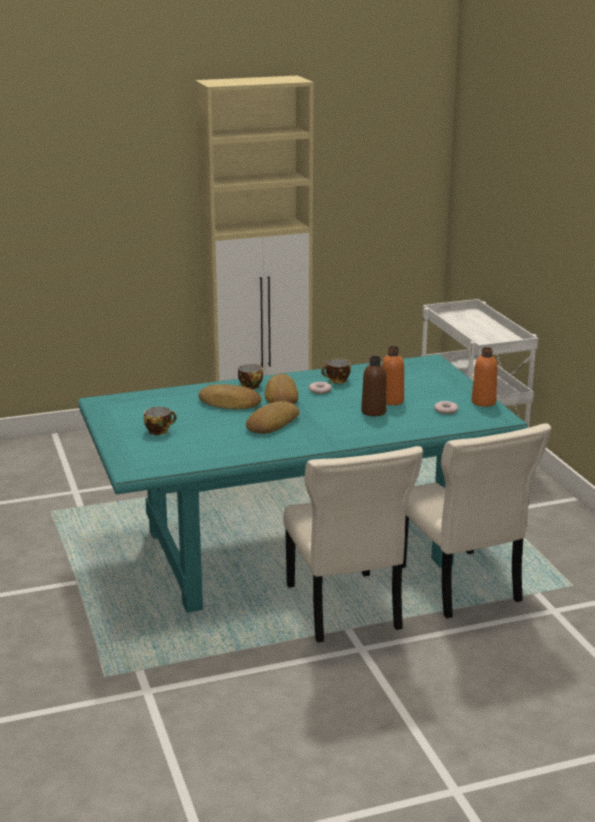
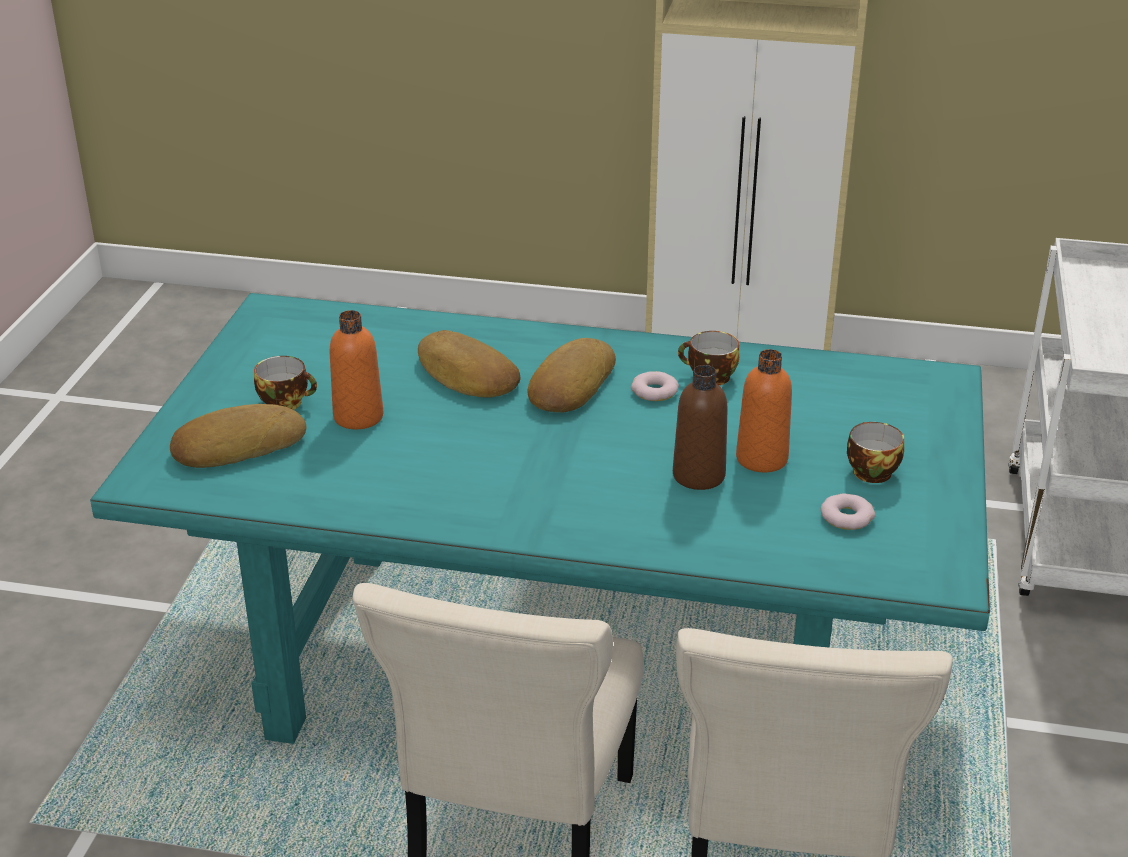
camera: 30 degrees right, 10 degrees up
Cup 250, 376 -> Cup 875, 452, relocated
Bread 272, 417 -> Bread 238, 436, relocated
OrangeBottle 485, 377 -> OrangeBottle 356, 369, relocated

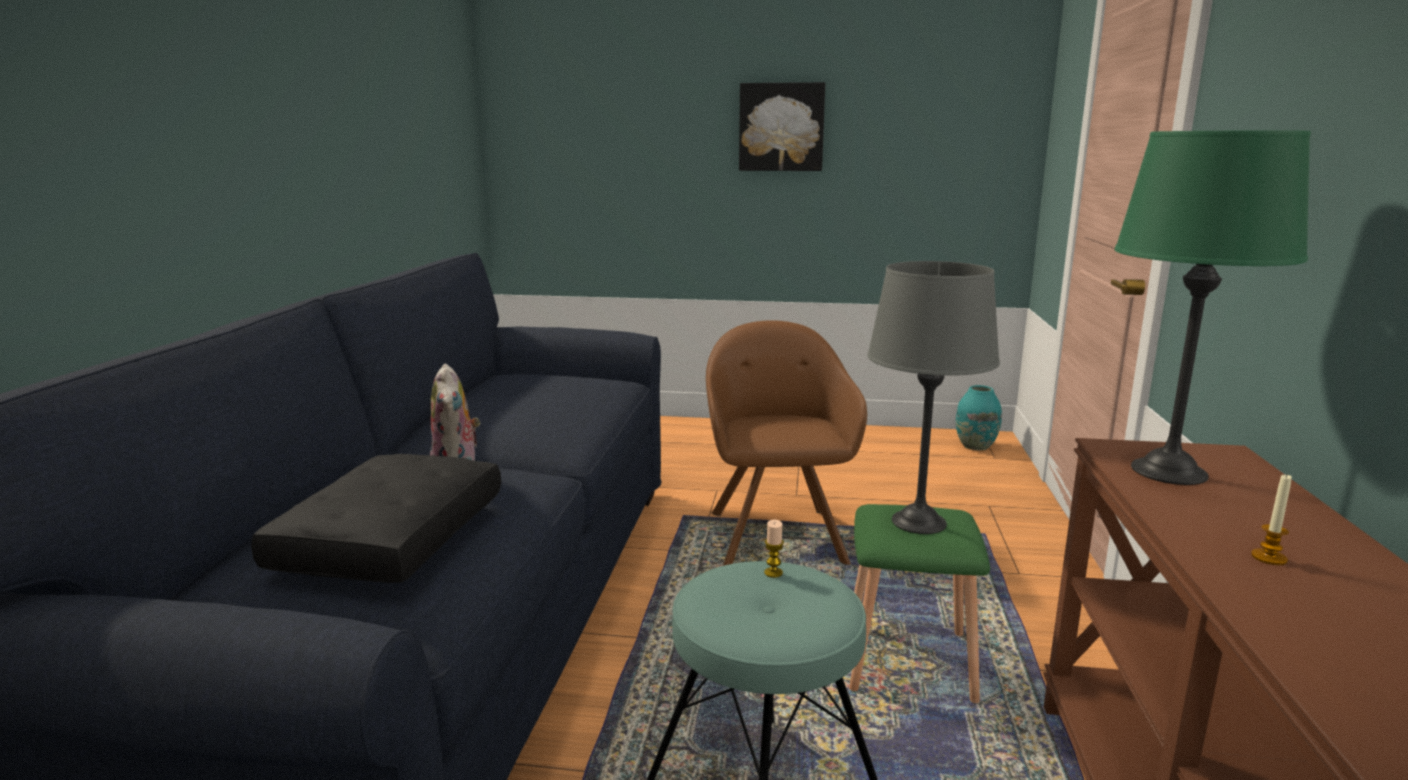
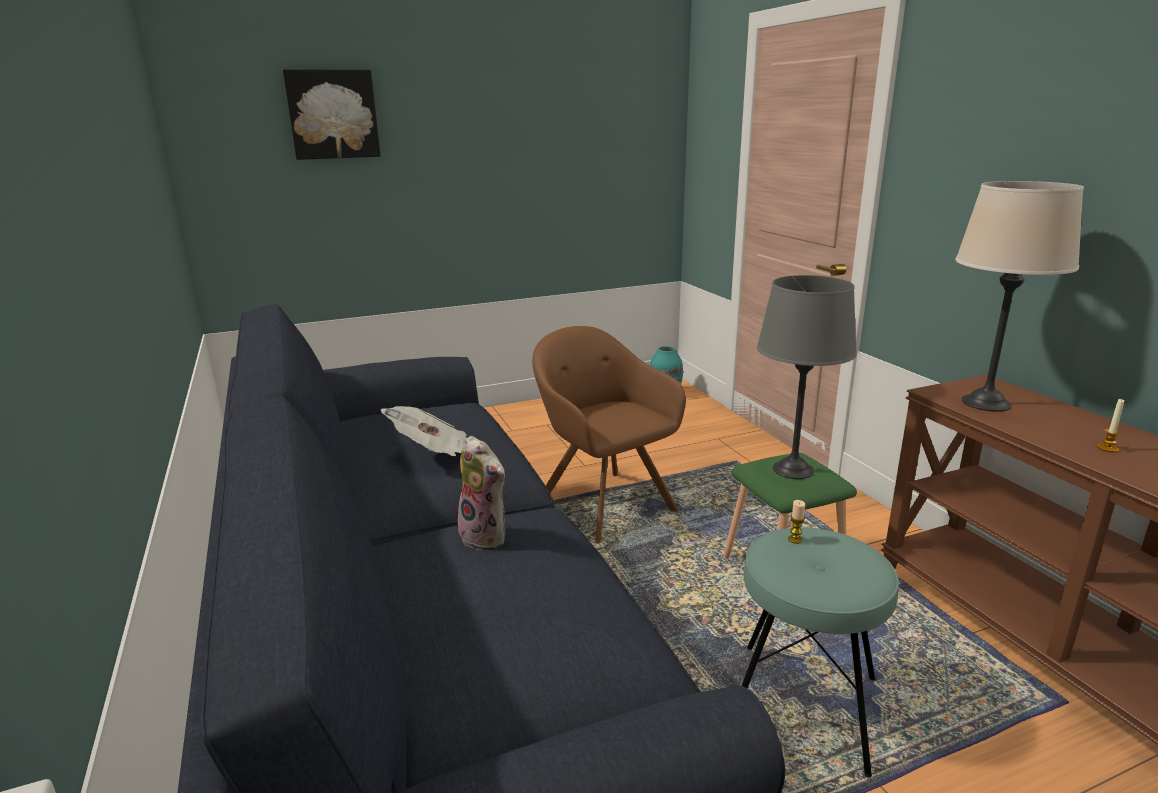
camera: 30 degrees left, 5 degrees up
BlackPillow 376, 518 -> none
none -> Newspaper 424, 431
Picture 782, 126 -> Picture 332, 114, relocated
GreenTableLamp 1212, 307 -> BeigeTableLamp 1019, 296

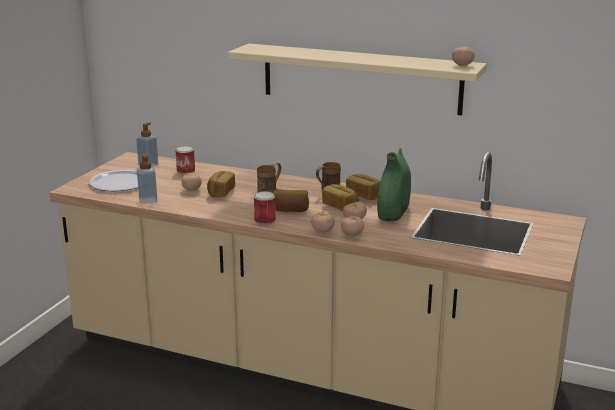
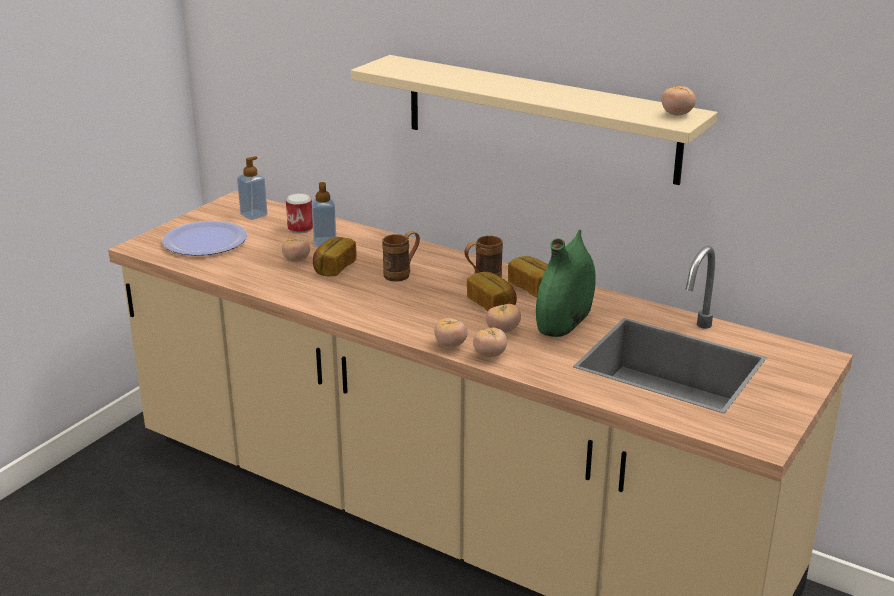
camera: 10 degrees right, 5 degrees up
Can 265, 208 -> none
Bread 291, 200 -> none
SoapDispenser 147, 179 -> SoapDispenser 324, 214, relocated

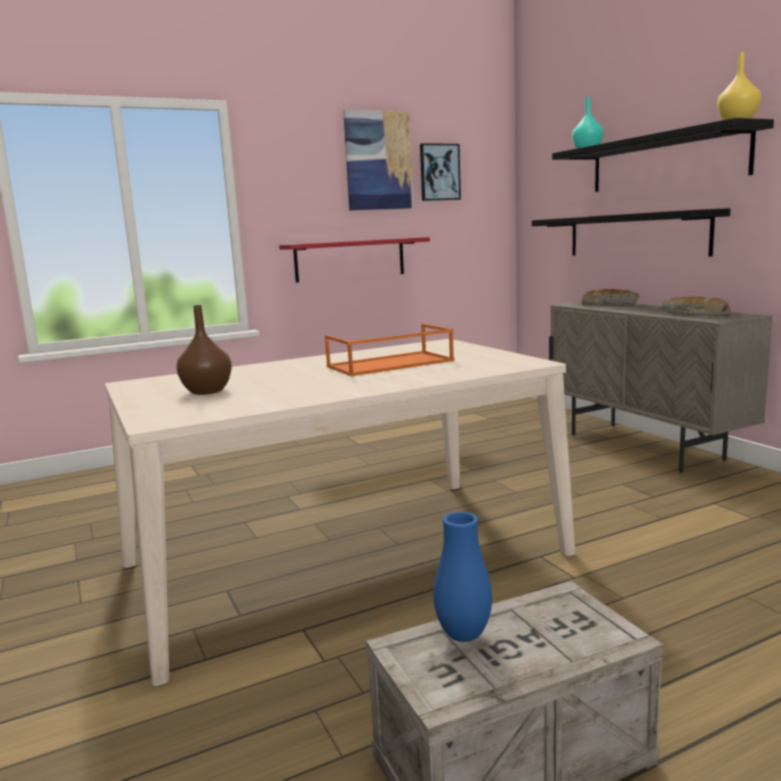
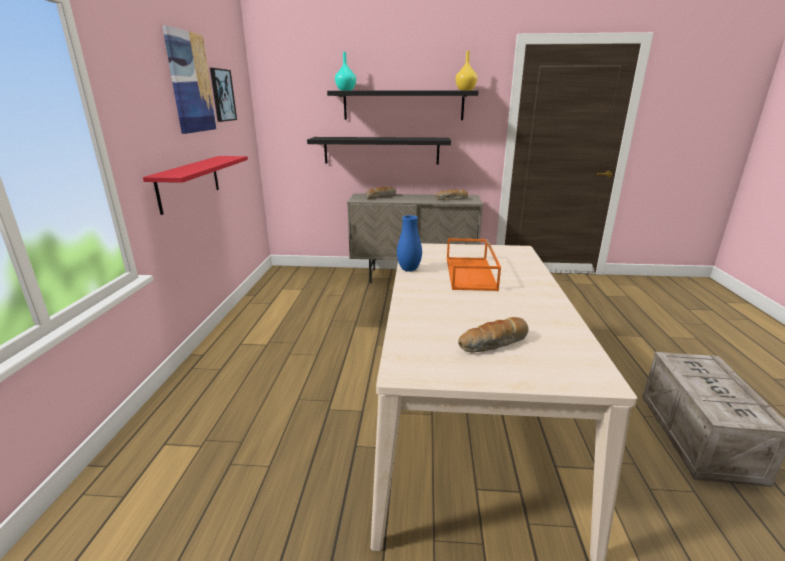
camera: 60 degrees left, 10 degrees up
BlueVase 462, 577 -> BlueVase 409, 243, relocated
BrownVase 204, 350 -> Bread 493, 335

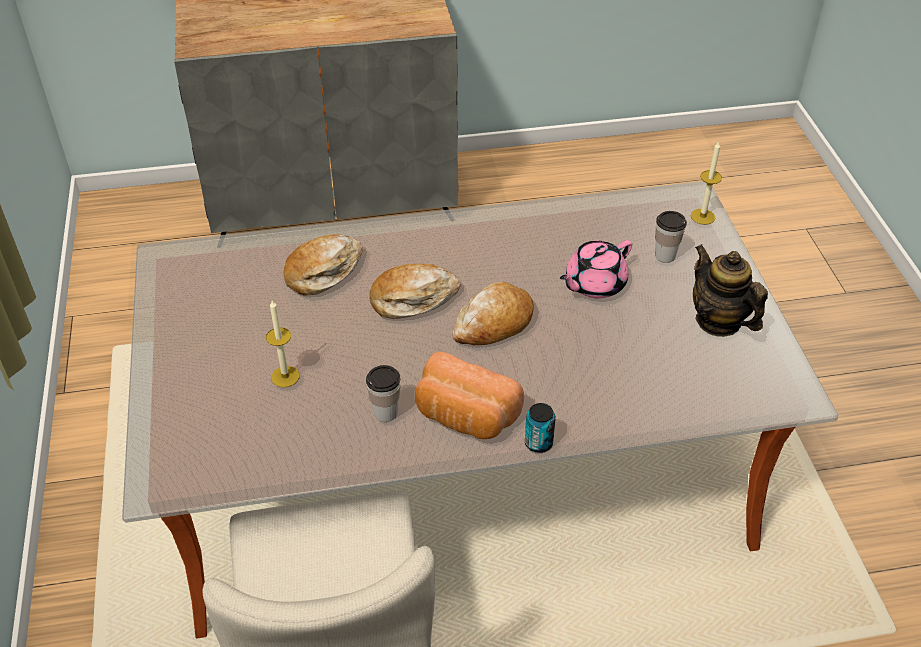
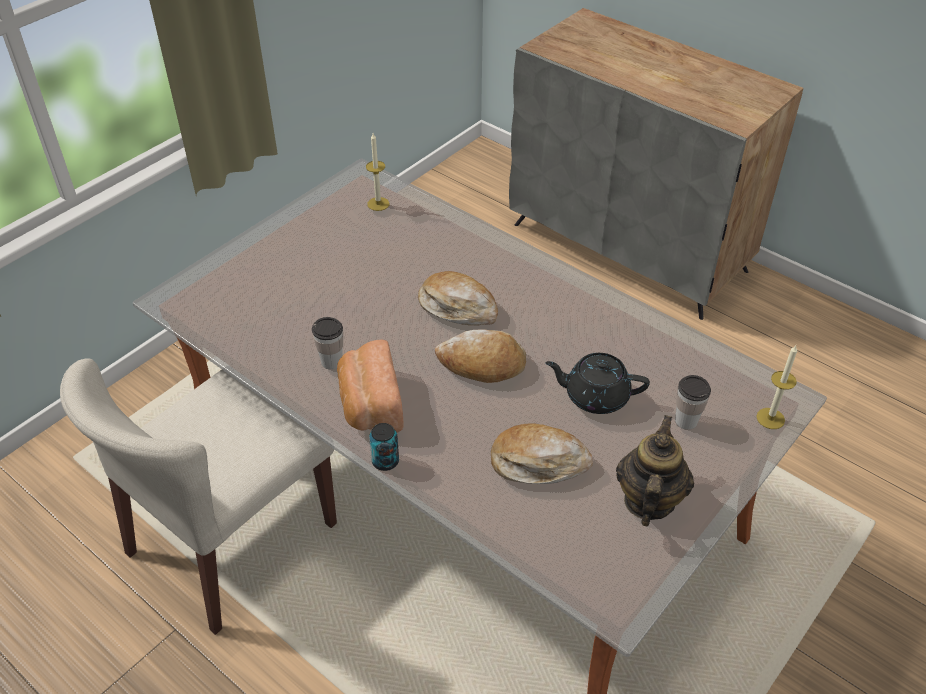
camera: 50 degrees right, 0 degrees up
Candle 283, 343 -> Candle 377, 172, relocated
Bread 323, 265 -> Bread 542, 453, relocated
PinkTeapot 596, 269 -> BlackTeapot 597, 383

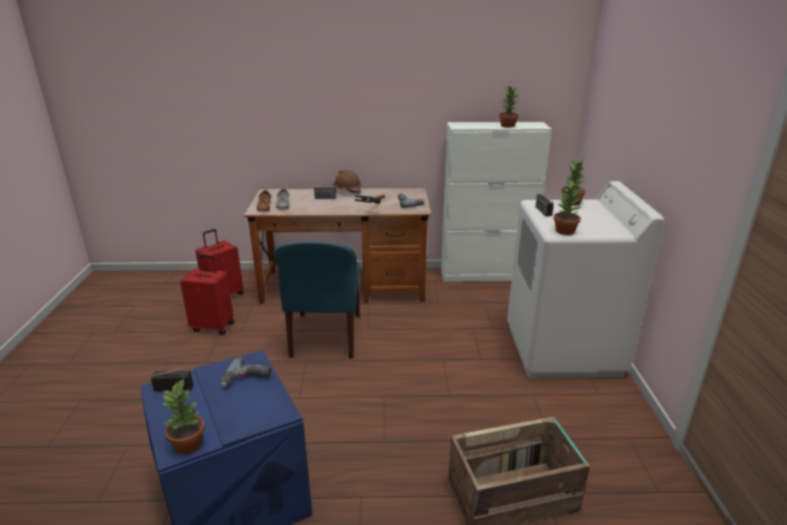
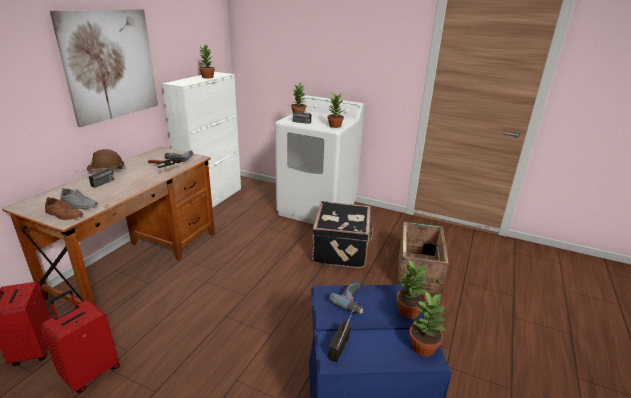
camera: 65 degrees left, 0 degrees up
BlueChair 317, 300 -> none
none -> Picture 104, 68
none -> BlackSuitcase 342, 234
none -> PottedPlant 411, 289

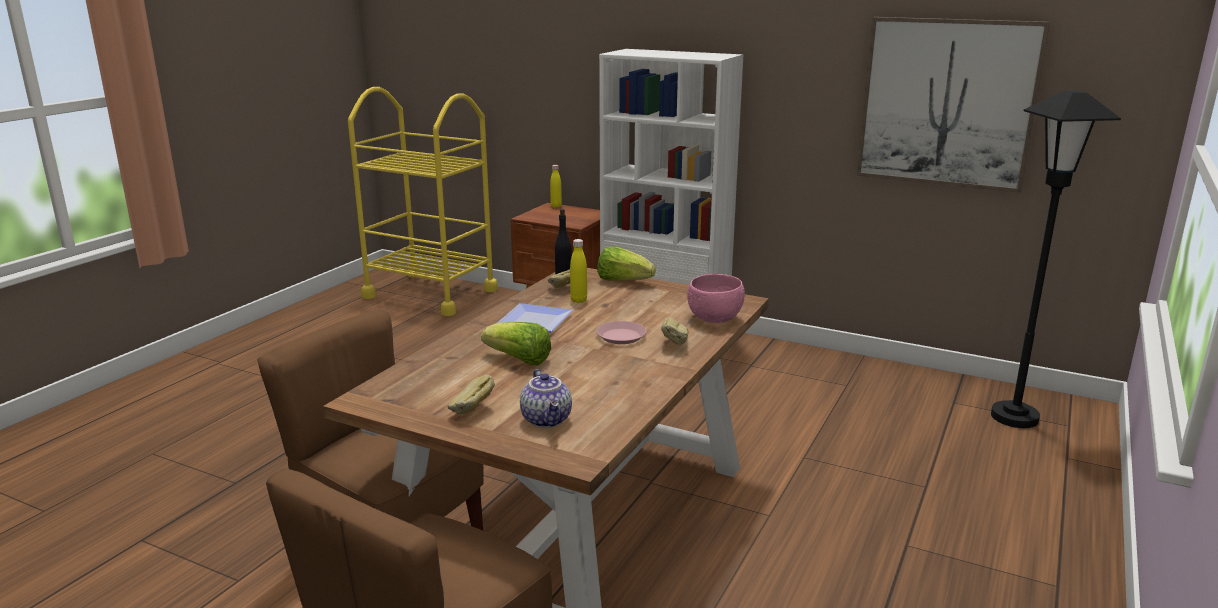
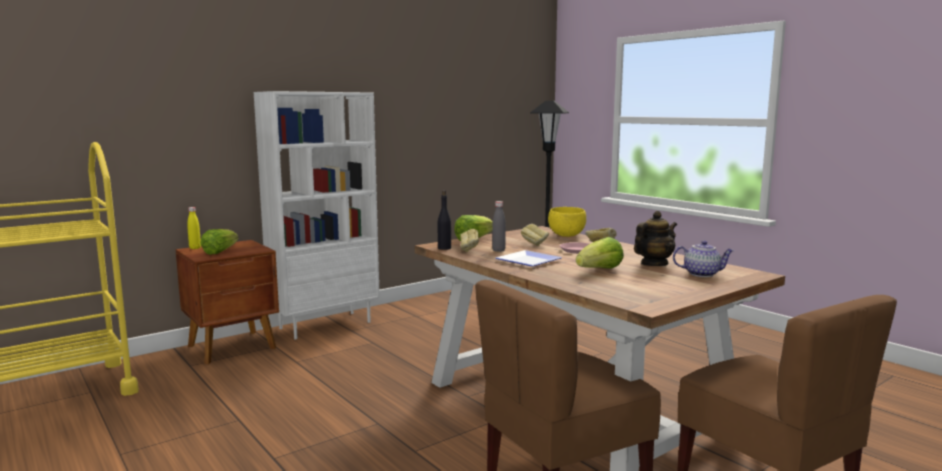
camera: 65 degrees left, 10 degrees down
Picture 953, 105 -> none
none -> Lettuce 219, 242
none -> Teapot 655, 238
Bread 471, 395 -> Bread 535, 235, relocated
YellowBottle 578, 271 -> GreyBottle 499, 226
PinkBowl 716, 298 -> YellowBowl 567, 222

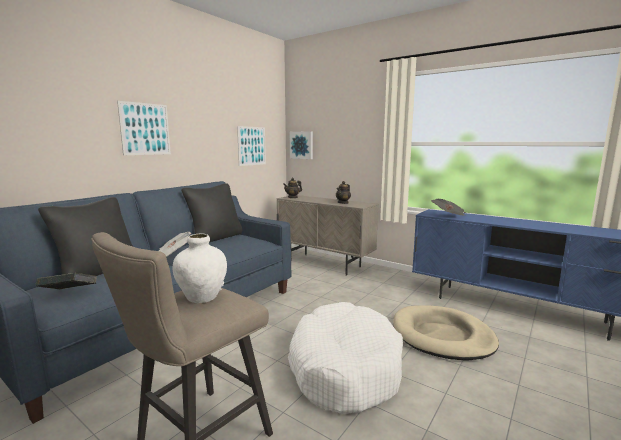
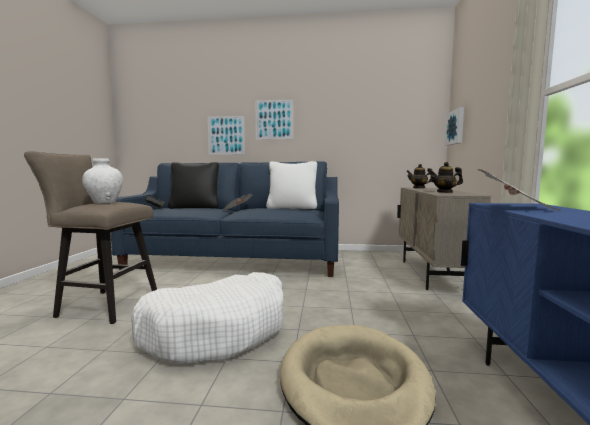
camera: 60 degrees right, 5 degrees down
Picture 251, 146 -> Picture 226, 135, relocated
BlackPillow 211, 212 -> WhitePillow 291, 185

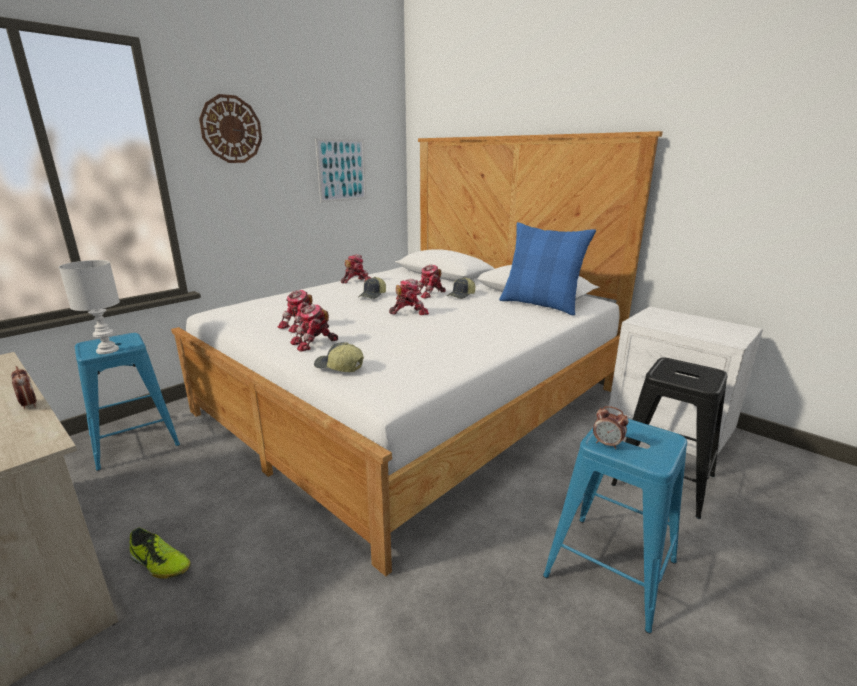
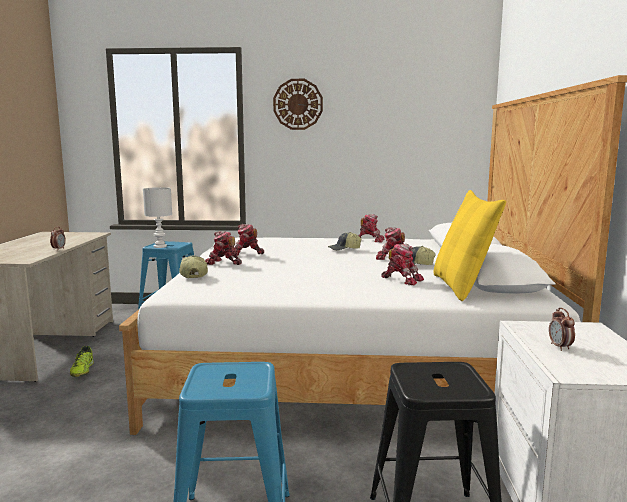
camera: 50 degrees right, 10 degrees down
Picture 341, 170 -> none
ToyRobot 409, 297 -> ToyRobot 402, 264, relocated
AlarmClock 611, 427 -> AlarmClock 562, 329, relocated
BluePillow 547, 269 -> YellowPillow 470, 245

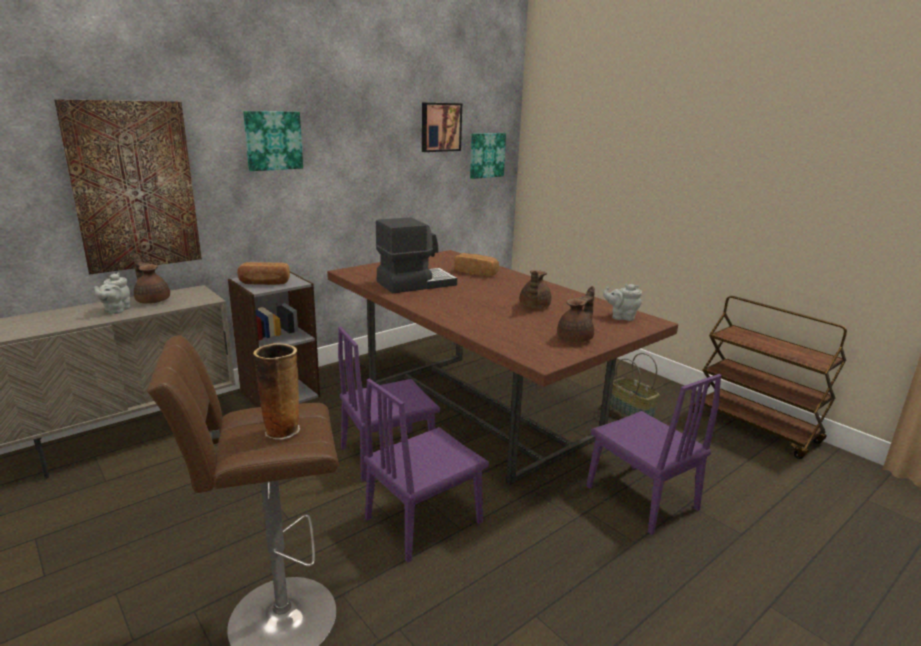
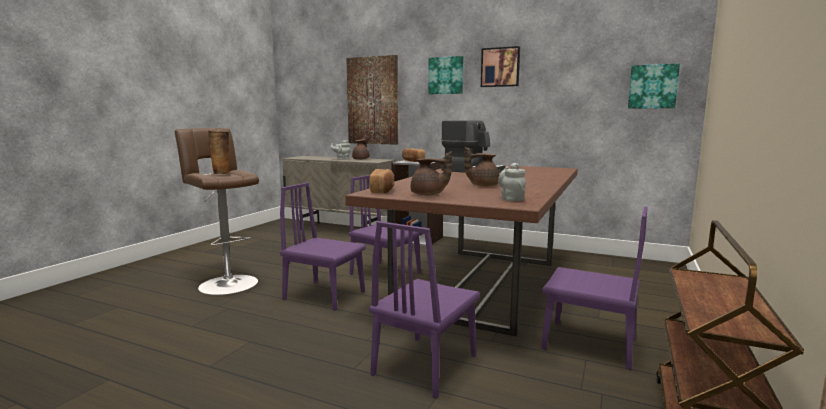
camera: 65 degrees right, 10 degrees down
Picture 442, 127 -> Picture 500, 66, relocated
Bread 476, 265 -> Bread 382, 181, relocated
Basket 635, 385 -> PurpleChair 594, 288

